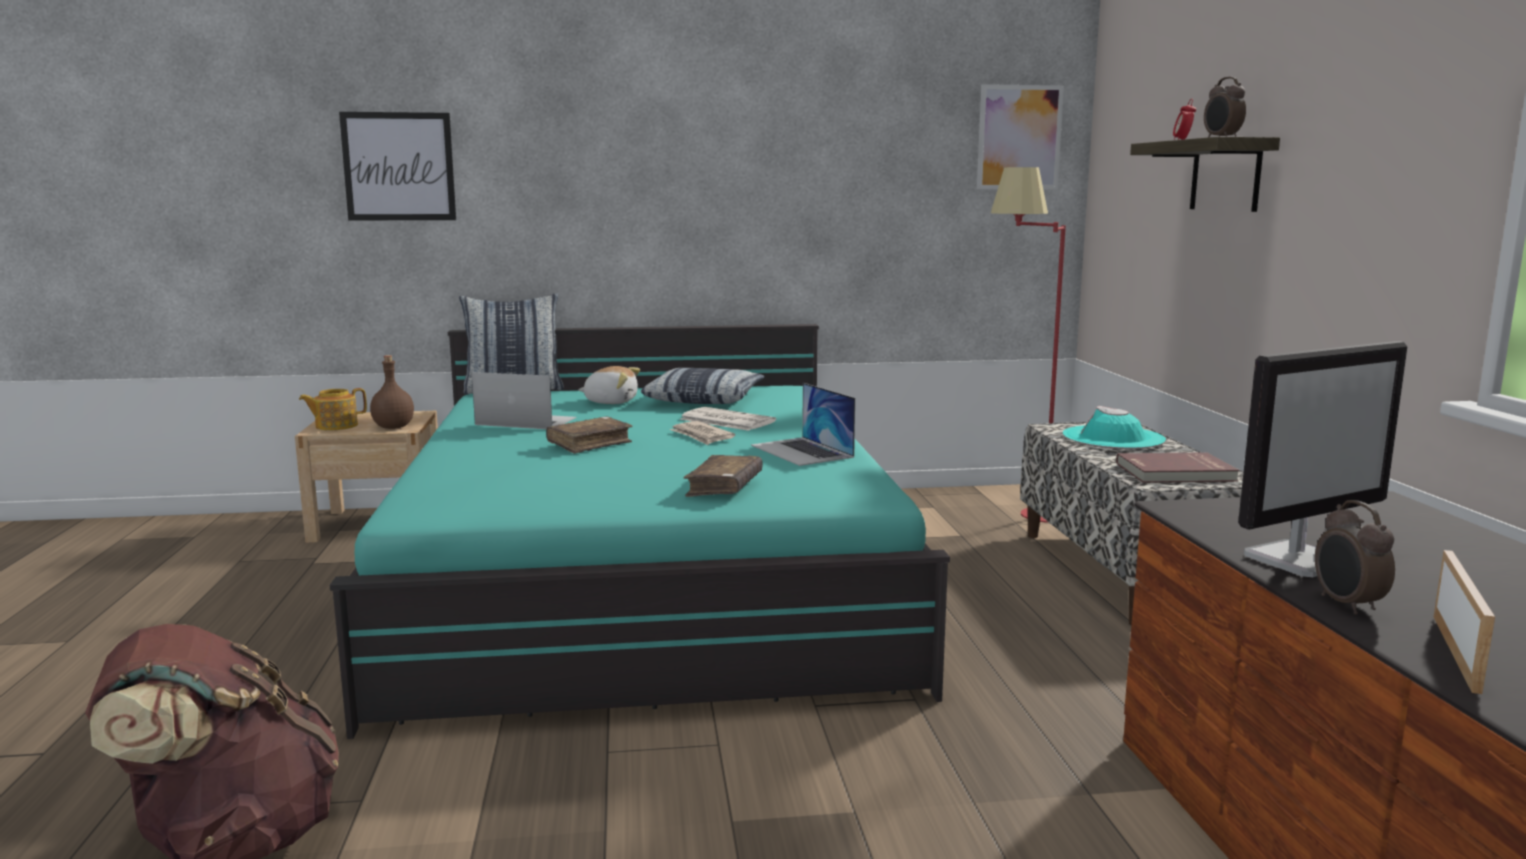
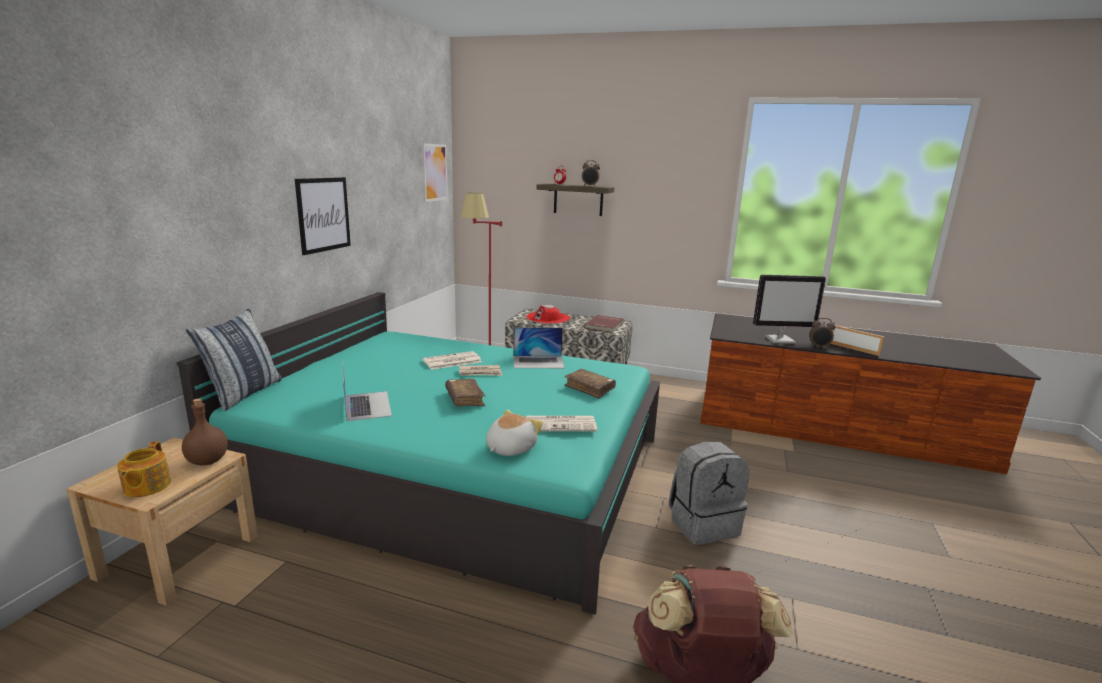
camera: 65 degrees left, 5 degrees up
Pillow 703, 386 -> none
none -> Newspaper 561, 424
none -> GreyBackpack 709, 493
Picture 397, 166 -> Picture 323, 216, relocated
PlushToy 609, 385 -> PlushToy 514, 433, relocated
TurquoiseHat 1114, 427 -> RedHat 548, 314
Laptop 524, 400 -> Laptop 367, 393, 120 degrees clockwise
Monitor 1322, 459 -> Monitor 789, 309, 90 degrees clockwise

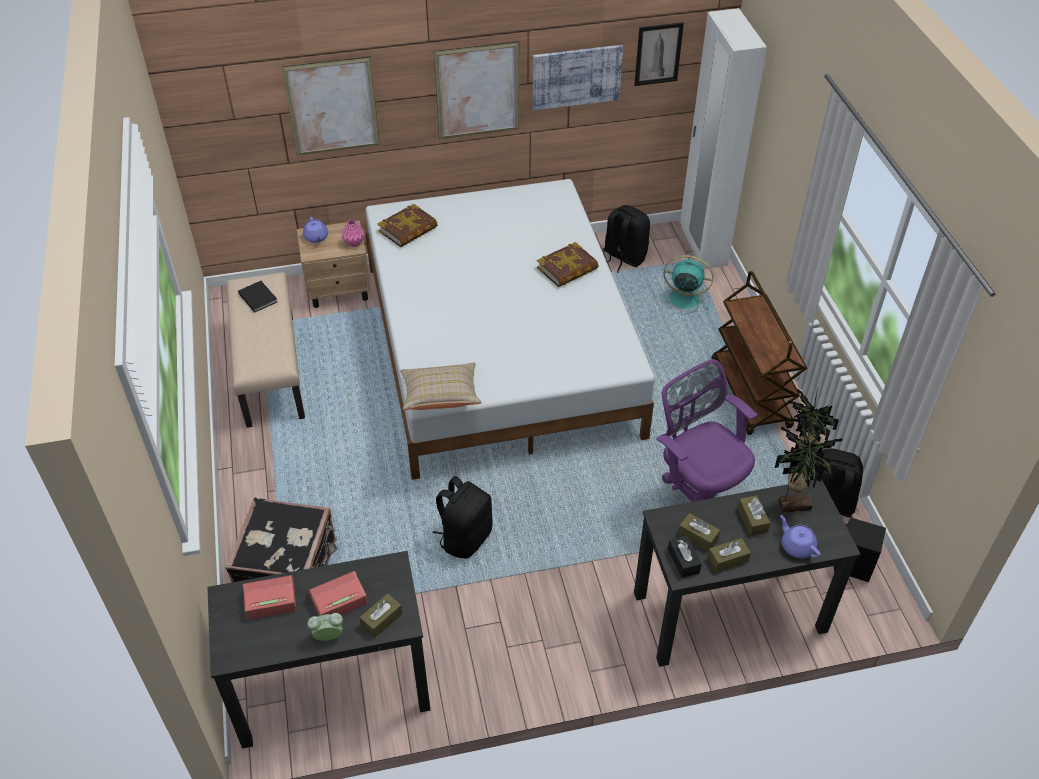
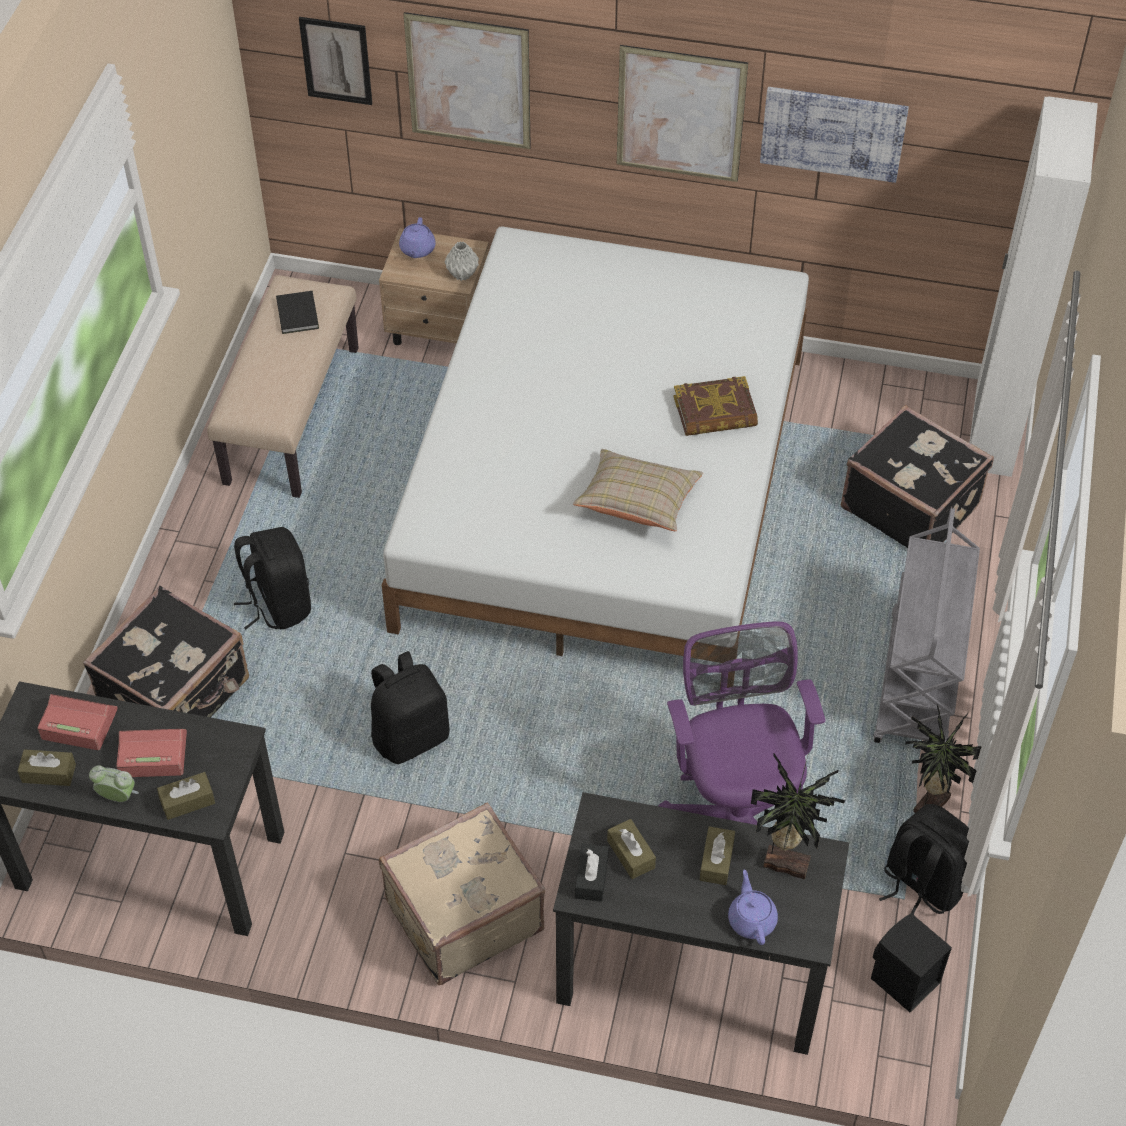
camera: 25 degrees right, 5 degrees up
Book 408, 225 -> none
none -> BeigeSuitcase 462, 893
BeigePillow 441, 386 -> BeigePillow 638, 490, relocated
BlackBackpack 626, 239 -> BlackBackpack 272, 578, relocated
Picture 659, 54 -> Picture 335, 61, relocated
BrownTissueBox 729, 555 -> BrownTissueBox 47, 767, relocated
TurquoiseFan 686, 284 -> BlackSuitcase 917, 476
PinkVase 353, 233 -> GreyVase 461, 261
BrownCart 759, 353 -> GreyCart 927, 625

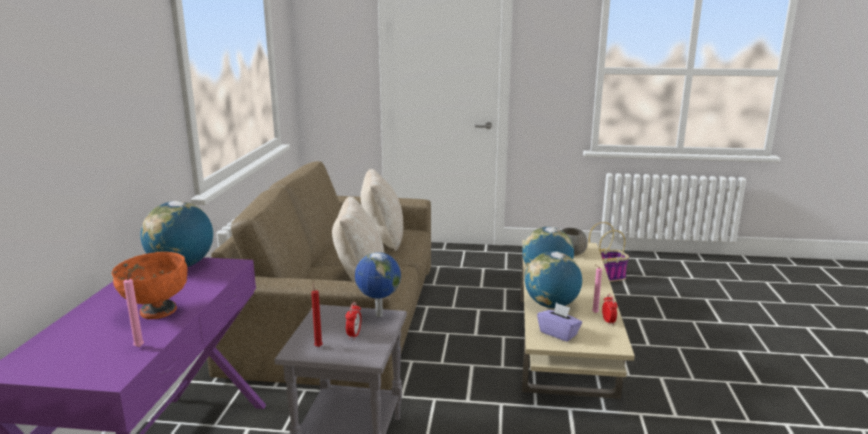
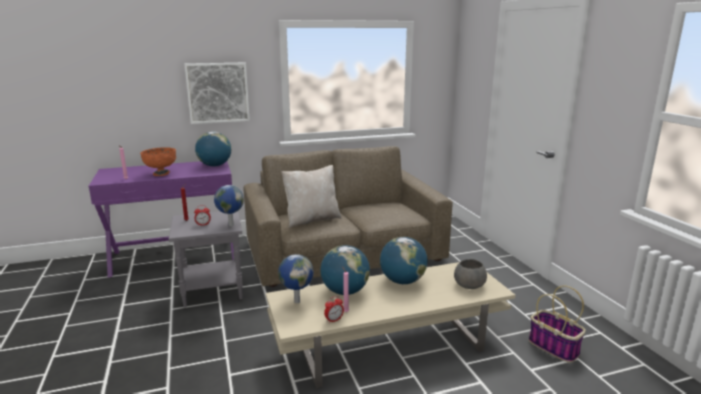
camera: 65 degrees right, 0 degrees up
BeigePillow 382, 210 -> none
none -> Picture 217, 93
PurpleTissueBox 559, 322 -> Globe 296, 278

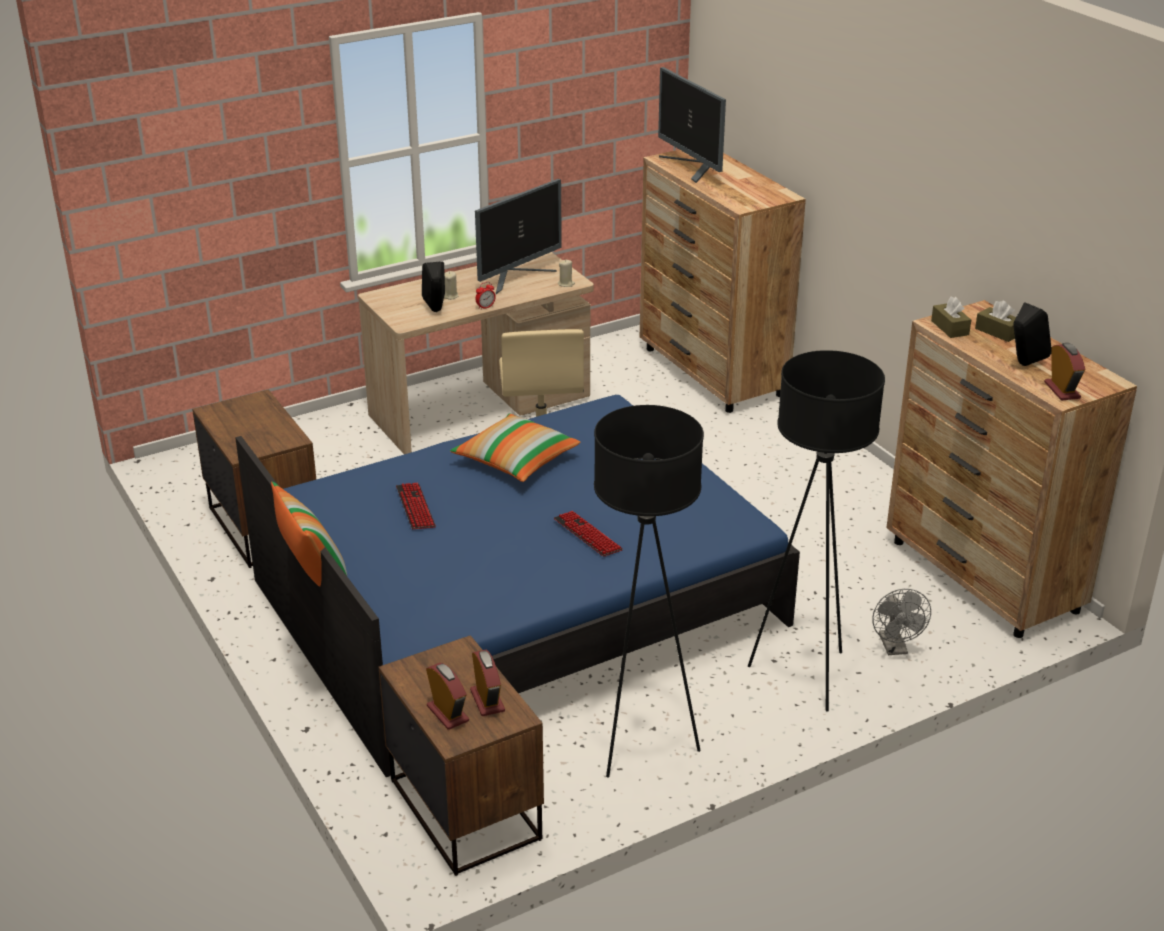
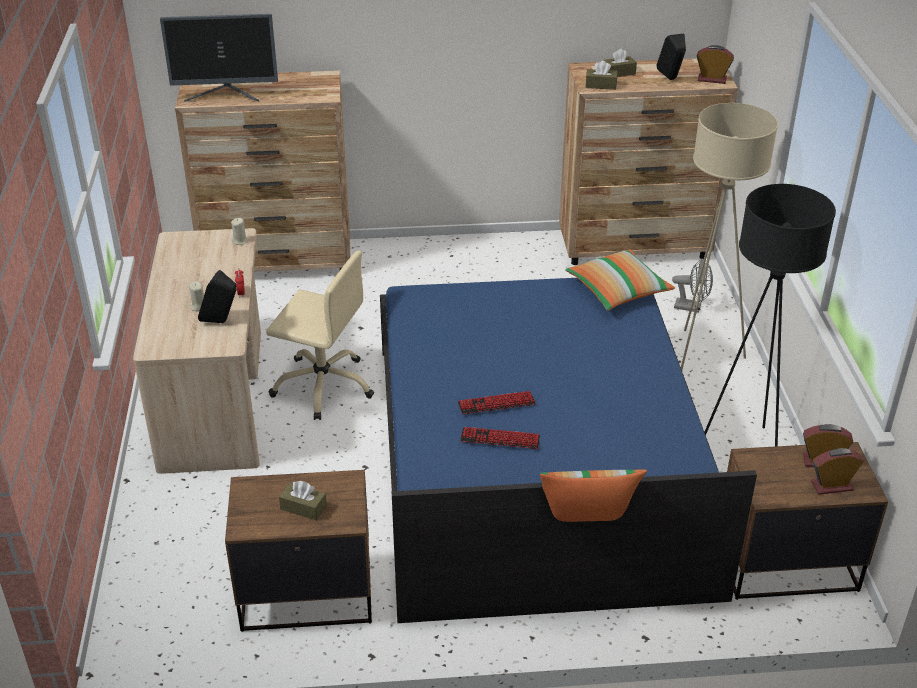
camera: 65 degrees left, 5 degrees up
Monitor 518, 236 -> none
none -> BrownTissueBox 303, 501
Pillow 515, 447 -> Pillow 620, 279, relocated
Keyboard 588, 534 -> Keyboard 497, 403, relocated
BlackFloorLamp 816, 531 -> BeigeFloorLamp 729, 236

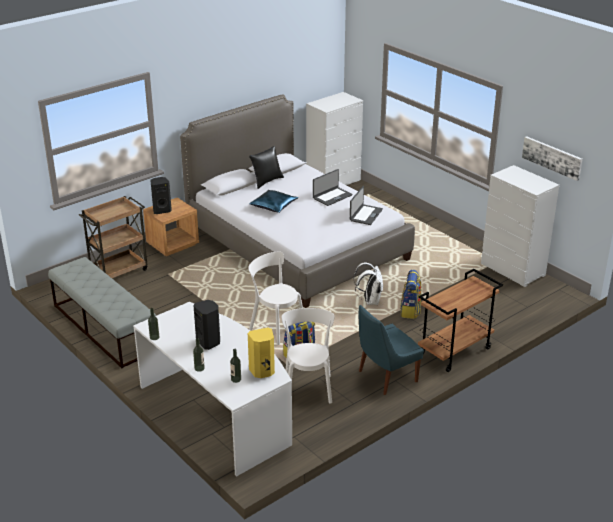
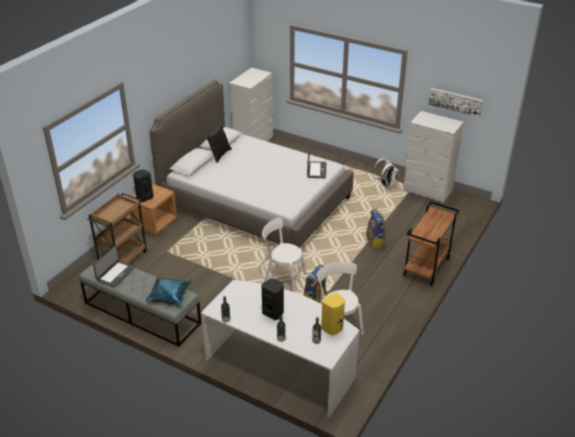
camera: 20 degrees left, 5 degrees up
BlueChair 391, 350 -> none
BluePillow 274, 201 -> BluePillow 168, 291, relocated
Laptop 333, 187 -> Laptop 114, 266, relocated
WhiteBackpack 368, 284 -> WhiteBackpack 386, 173, relocated

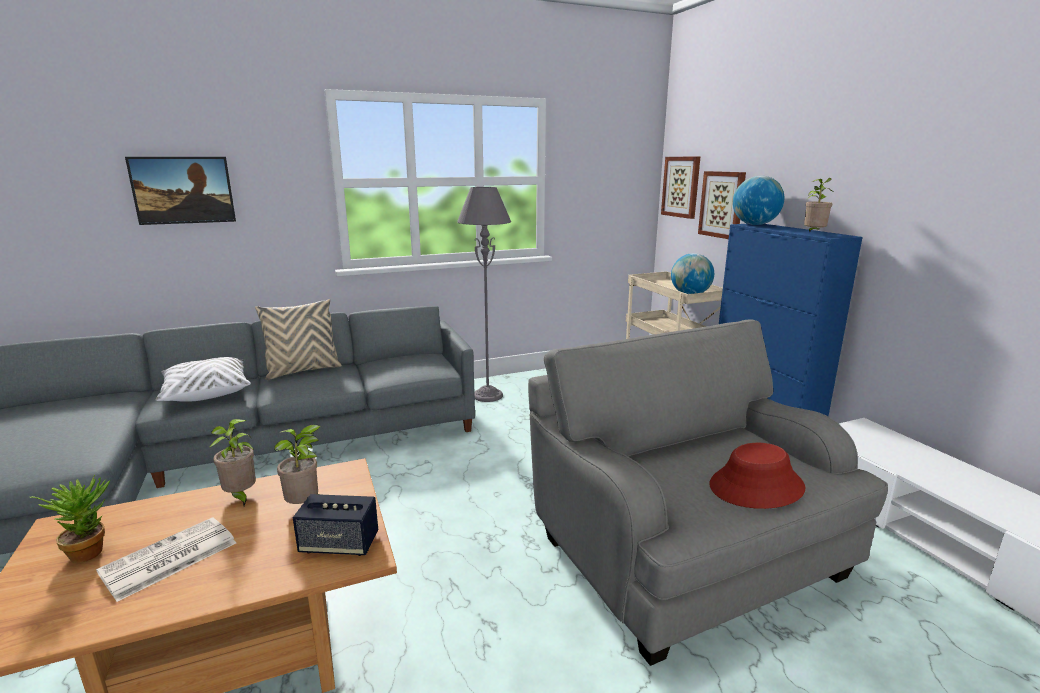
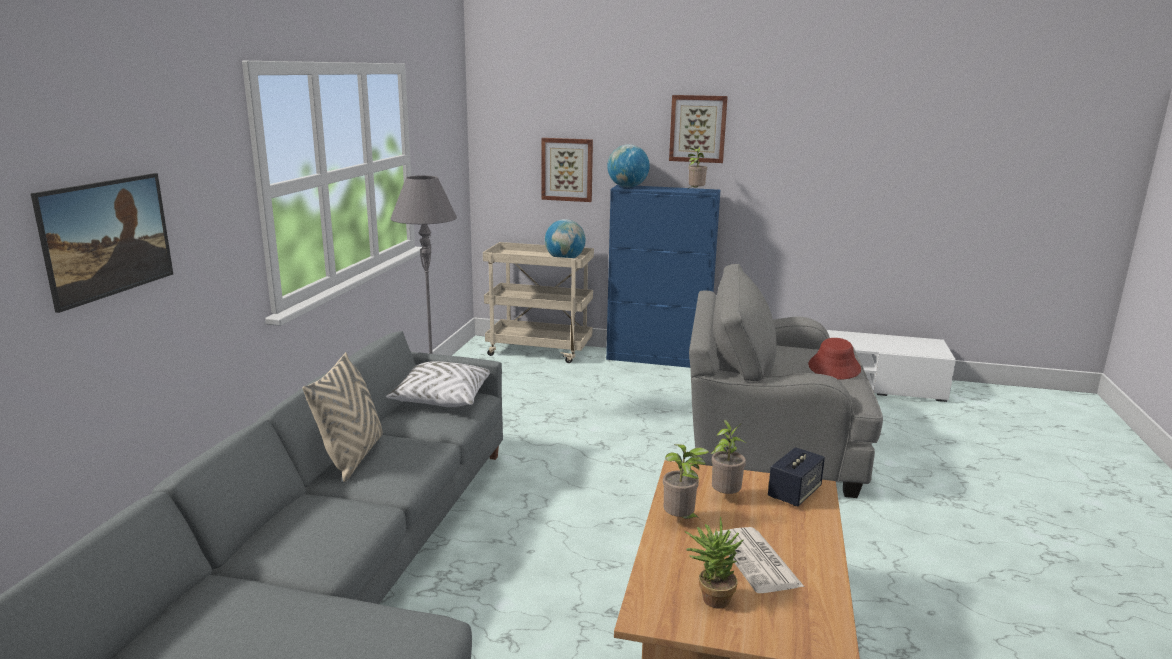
camera: 55 degrees left, 0 degrees up
WhitePillow 203, 379 -> WhitePillow 438, 384, relocated
Picture 680, 188 -> Picture 698, 129, relocated

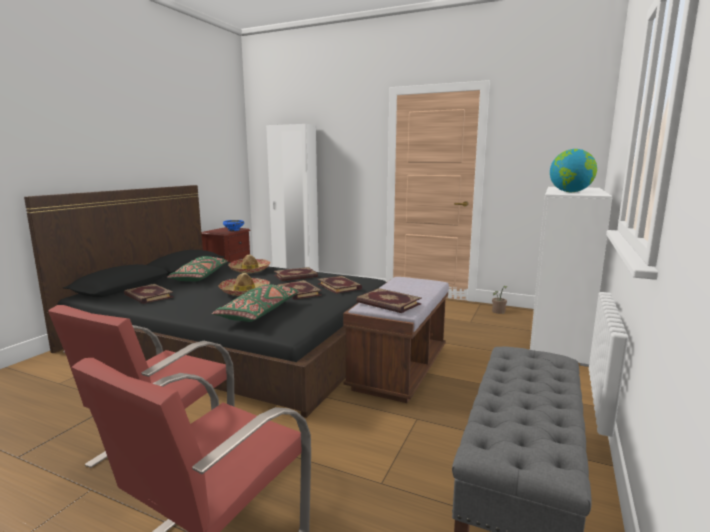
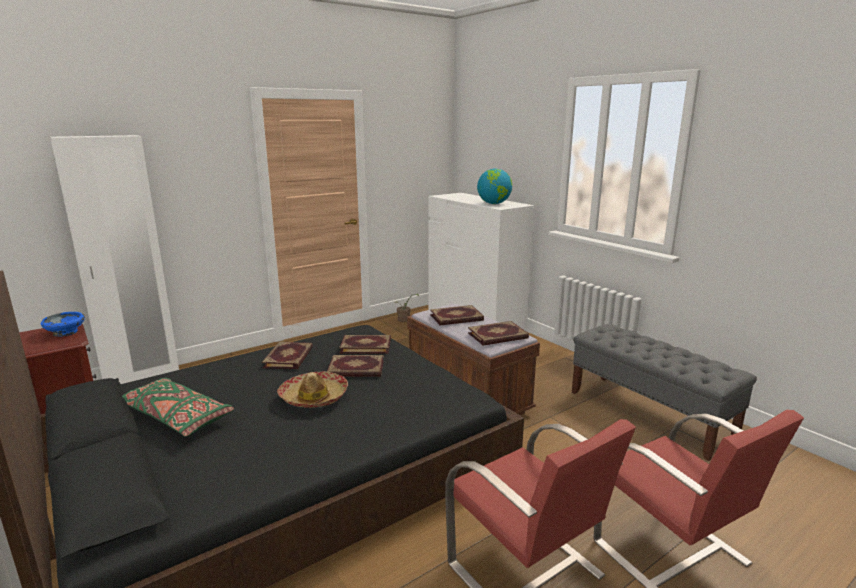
camera: 60 degrees left, 5 degrees up
GreenPillow 255, 303 -> none
Hat 249, 264 -> none
Book 148, 294 -> Book 457, 315, relocated

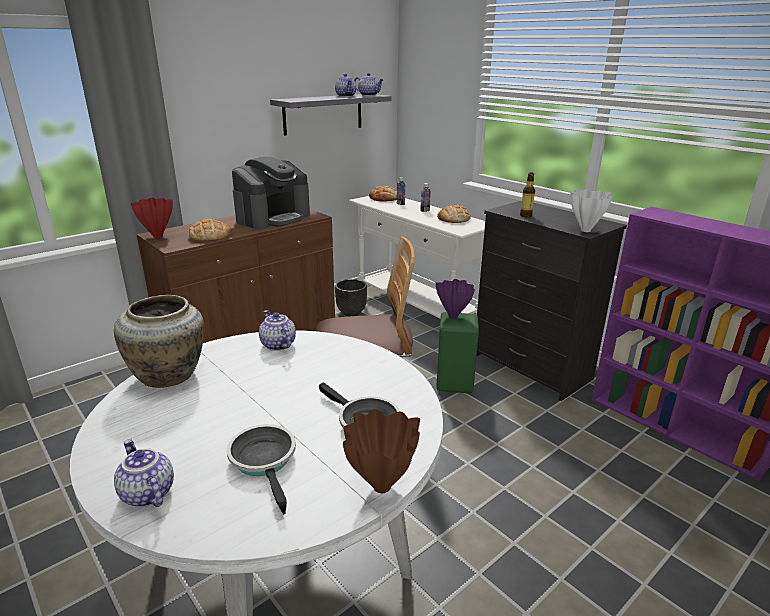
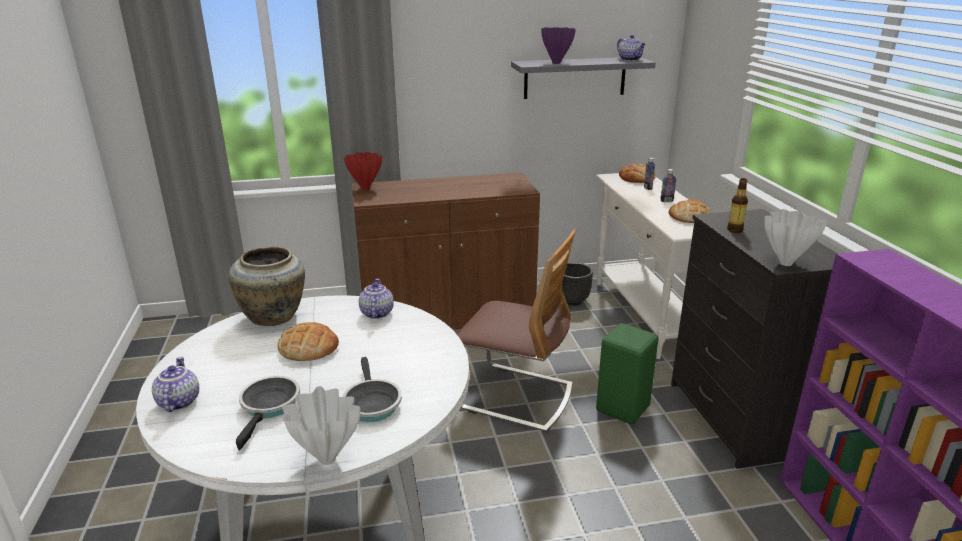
camera: 30 degrees right, 0 degrees up
CoffeeMachine 271, 193 -> none
Teapot 345, 85 -> none
Bread 210, 230 -> Bread 308, 341, relocated
PurpleVase 455, 299 -> PurpleVase 558, 45, relocated
BrownVase 381, 451 -> WhiteVase 321, 425

